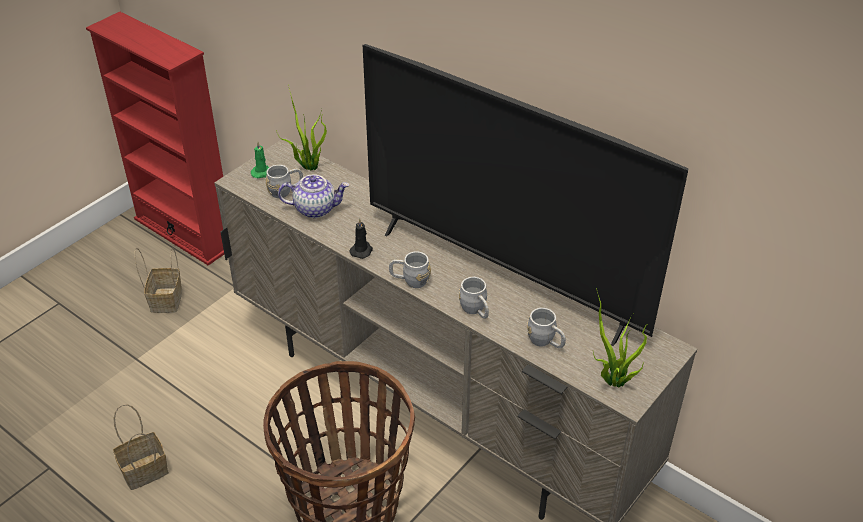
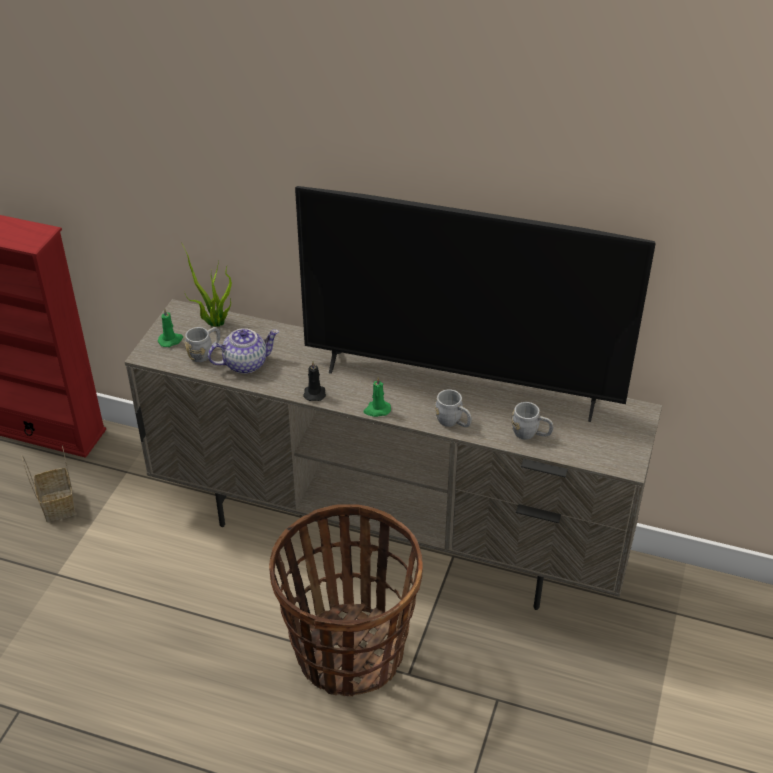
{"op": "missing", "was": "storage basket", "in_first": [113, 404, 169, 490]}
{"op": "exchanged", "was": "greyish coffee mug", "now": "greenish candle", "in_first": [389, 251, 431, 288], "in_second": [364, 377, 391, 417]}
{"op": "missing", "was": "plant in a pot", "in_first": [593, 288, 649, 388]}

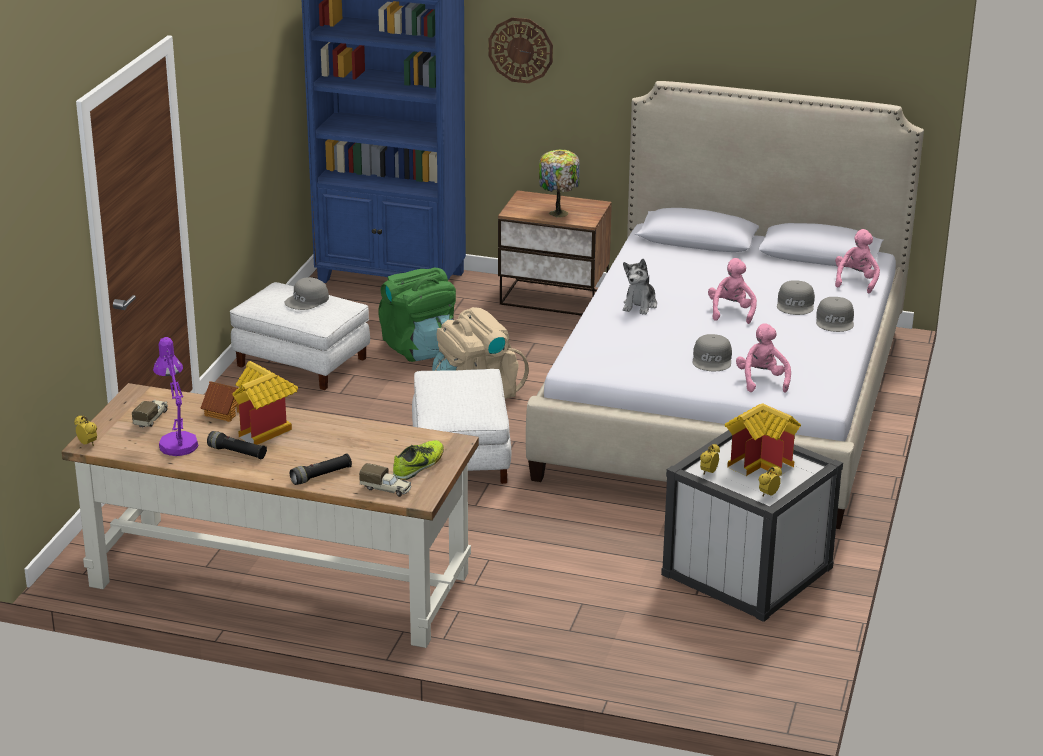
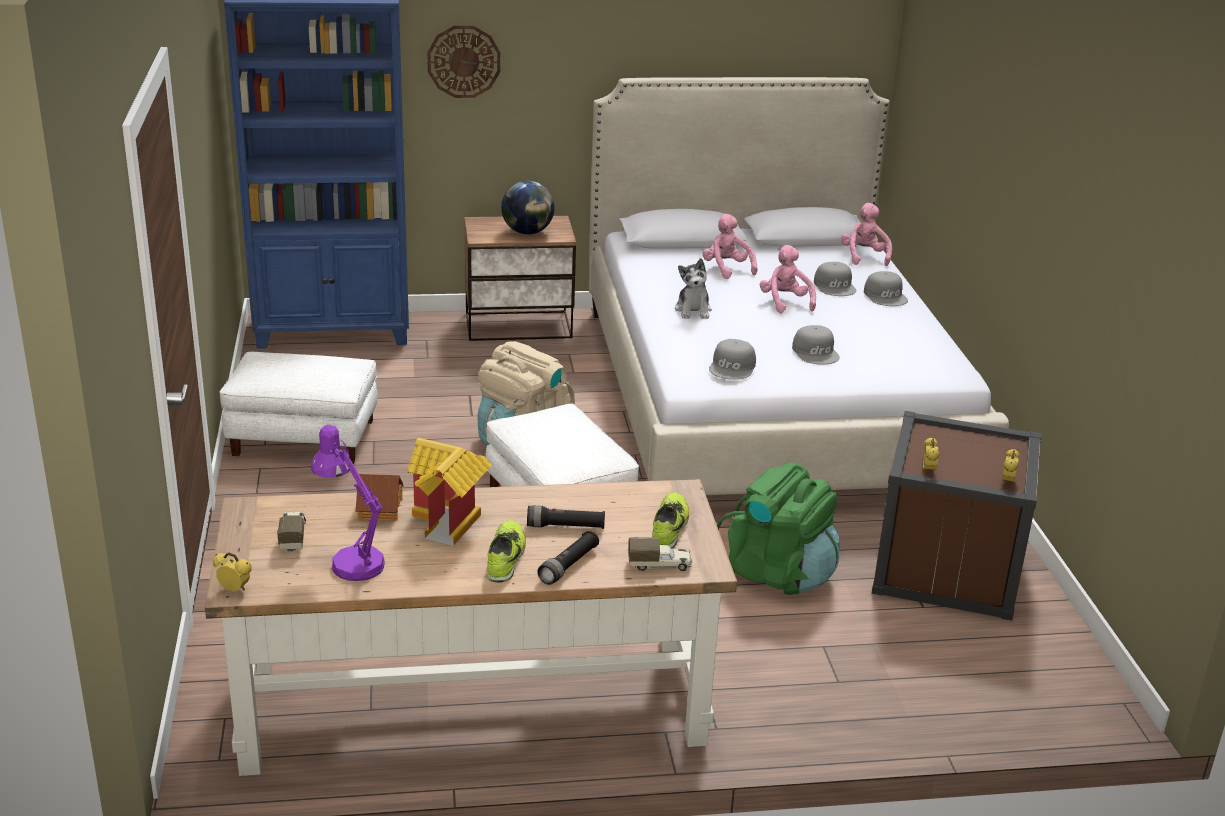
{"op": "relocated", "was": "black-coloured hand torch", "in_first": [207, 431, 267, 459], "in_second": [527, 505, 605, 529]}
{"op": "relocated", "was": "greyish cap", "in_first": [284, 277, 329, 310], "in_second": [709, 339, 756, 380]}
{"op": "relocated", "was": "greenish backpack", "in_first": [379, 268, 456, 362], "in_second": [717, 463, 840, 595]}
{"op": "exchanged", "was": "tabletop lamp", "now": "desk globe", "in_first": [539, 150, 580, 217], "in_second": [501, 181, 554, 234]}
{"op": "colour", "was": "white storage container", "now": "brownish storage container", "in_first": [661, 430, 843, 622], "in_second": [871, 411, 1041, 621]}
{"op": "missing", "was": "miniature house", "in_first": [725, 403, 801, 476]}
{"op": "relocated", "was": "pinkish plush toy", "in_first": [736, 323, 791, 393], "in_second": [702, 214, 757, 279]}
{"op": "appeared", "now": "item of footwear", "in_second": [486, 520, 526, 583]}

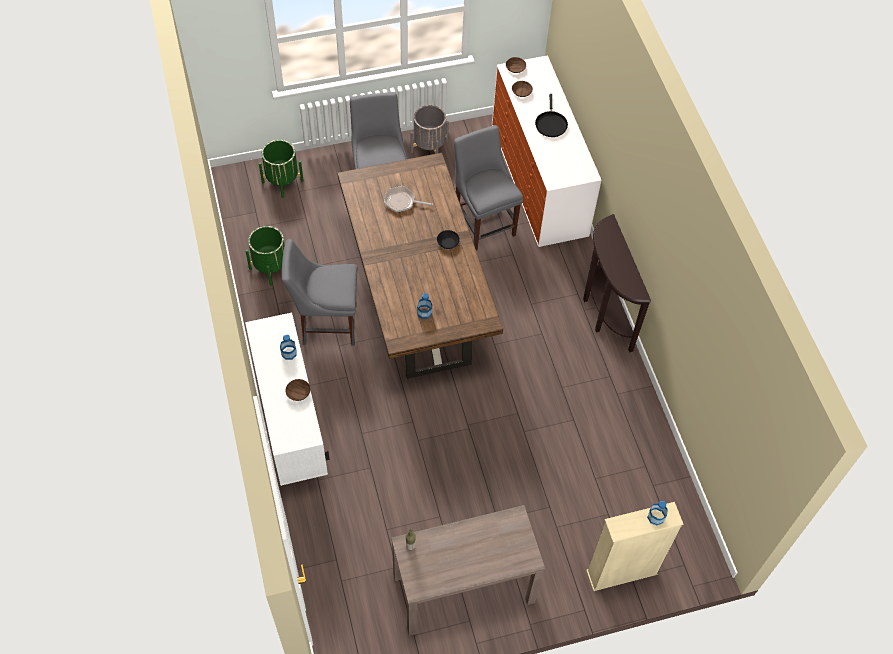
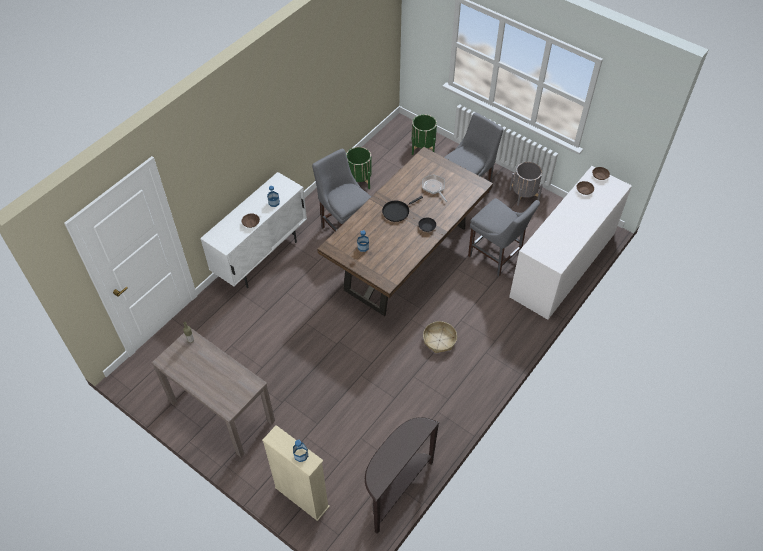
{"op": "spun", "was": "greyish upright chair", "in_first": [454, 125, 523, 250], "in_second": [468, 198, 540, 276], "clockwise": 105}
{"op": "relocated", "was": "black-coloured frying pan", "in_first": [535, 94, 568, 137], "in_second": [382, 196, 423, 222]}
{"op": "relocated", "was": "brownish console table", "in_first": [583, 214, 651, 352], "in_second": [365, 417, 440, 534]}
{"op": "appeared", "now": "storage basket", "in_second": [423, 321, 457, 353]}

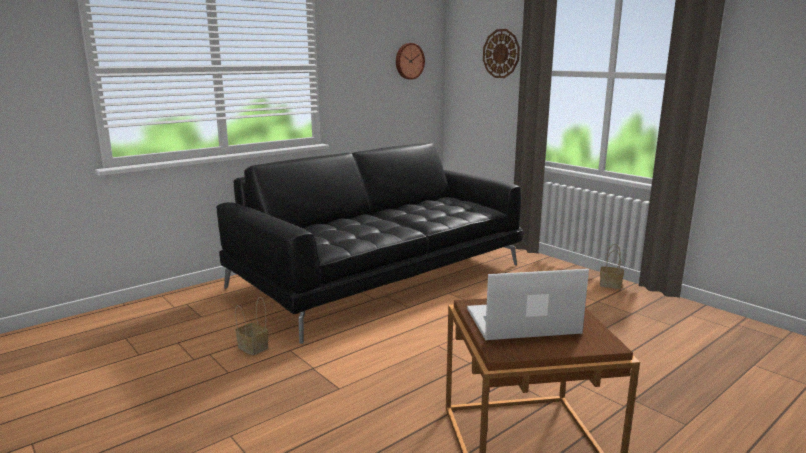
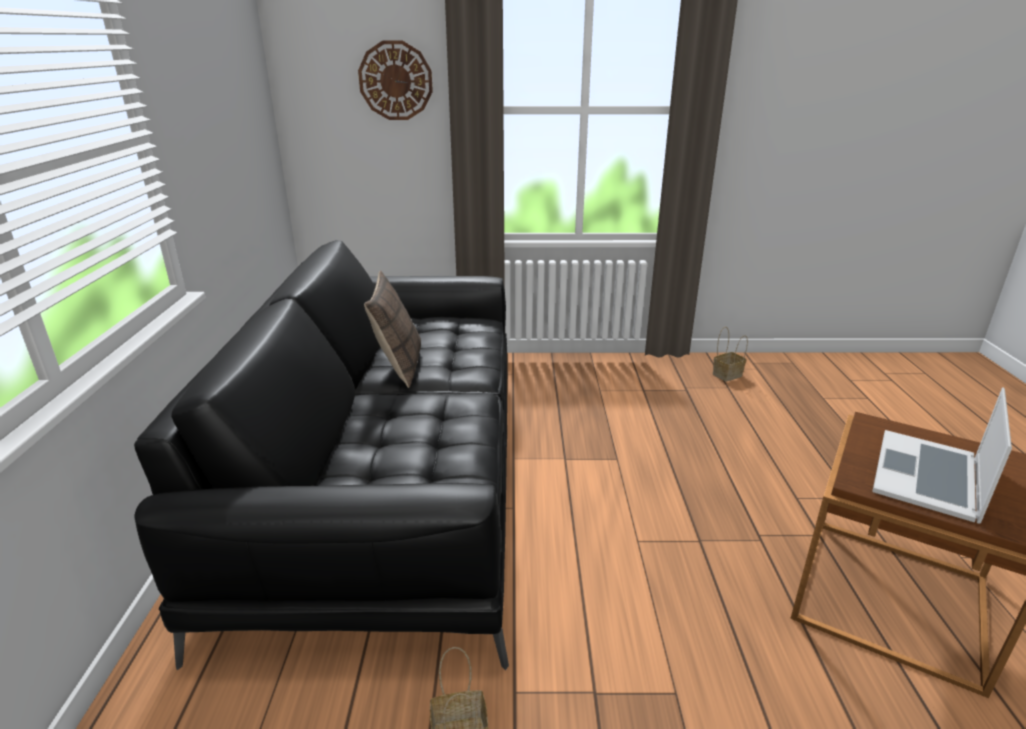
{"op": "missing", "was": "clock on the wall", "in_first": [396, 43, 425, 80]}
{"op": "relocated", "was": "storage basket", "in_first": [600, 244, 624, 289], "in_second": [713, 327, 748, 382]}
{"op": "appeared", "now": "pillow", "in_second": [364, 270, 421, 388]}

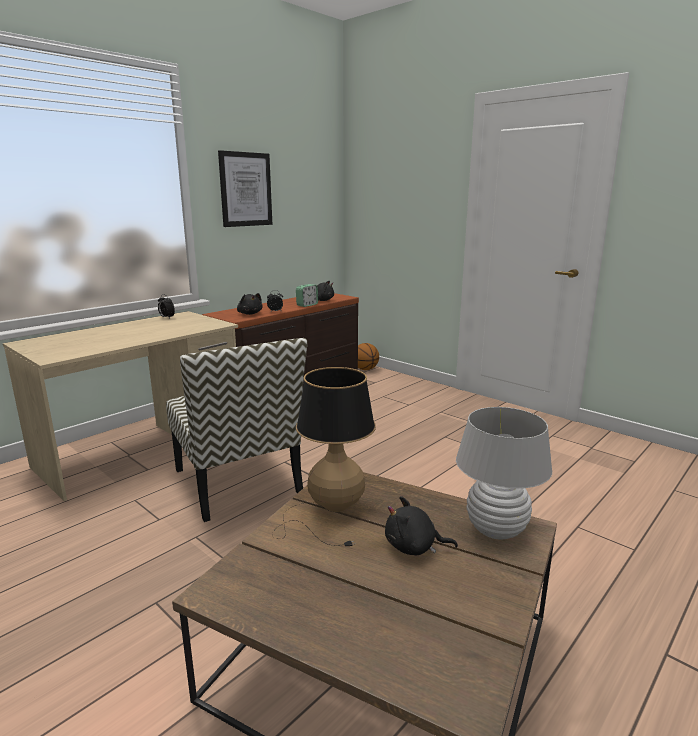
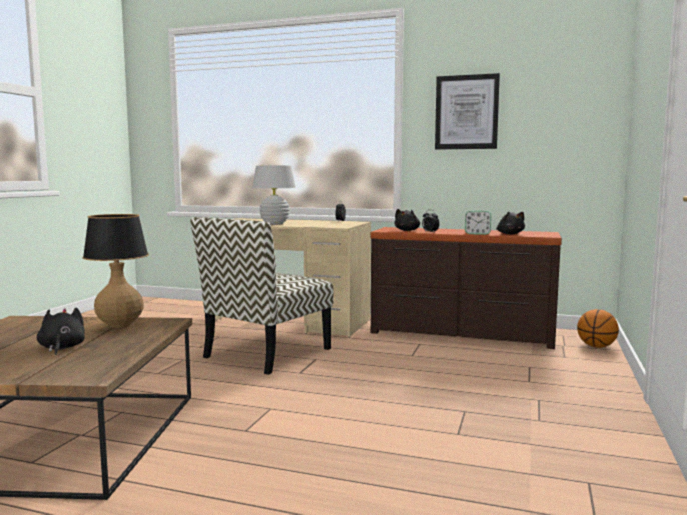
{"op": "relocated", "was": "white tabletop lamp", "in_first": [456, 407, 552, 540], "in_second": [252, 166, 296, 224]}

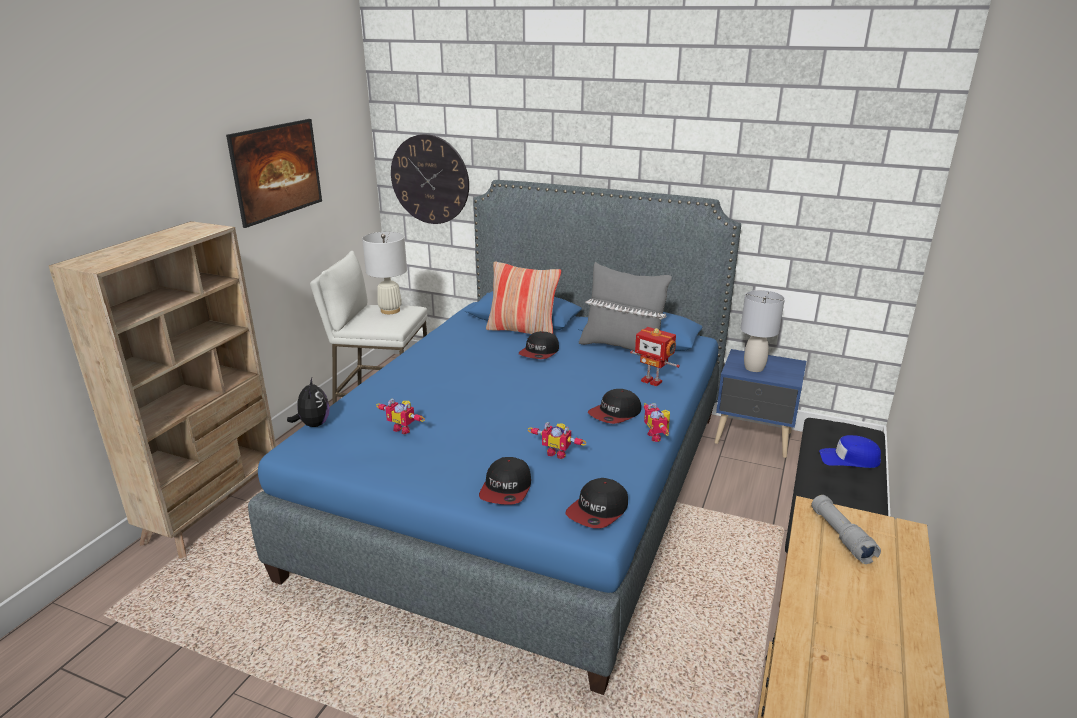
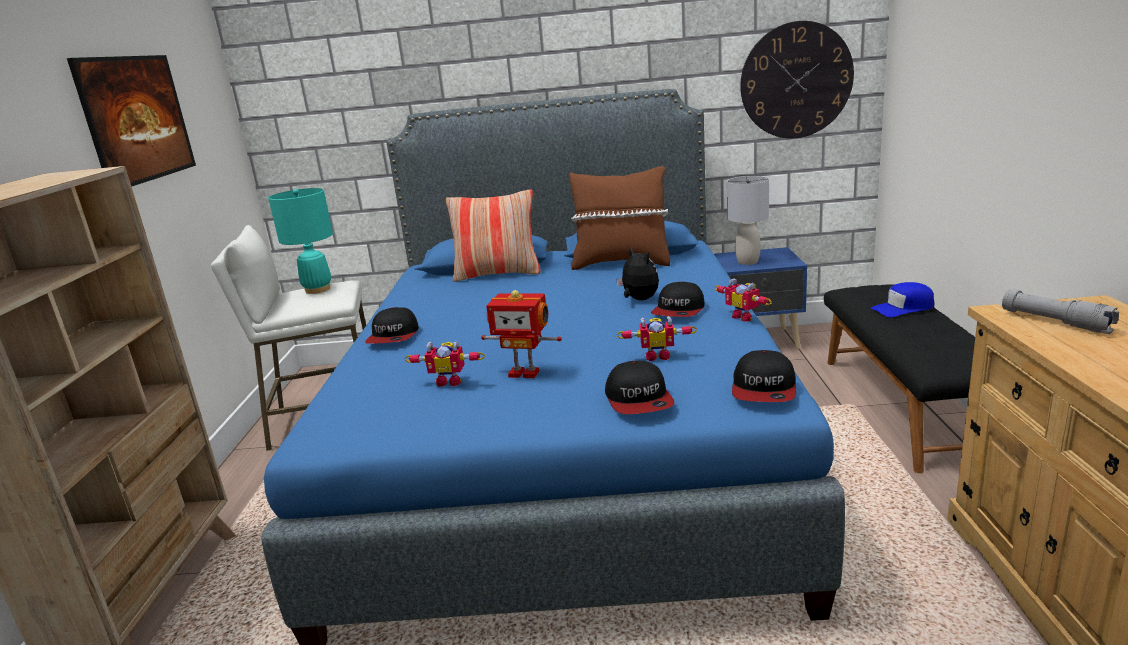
{"op": "relocated", "was": "plush toy", "in_first": [287, 378, 330, 427], "in_second": [616, 247, 659, 300]}
{"op": "colour", "was": "white tabletop lamp", "now": "blue-green tabletop lamp", "in_first": [362, 232, 407, 314], "in_second": [268, 188, 333, 294]}
{"op": "relocated", "was": "clock on the wall", "in_first": [391, 134, 469, 224], "in_second": [740, 21, 854, 138]}
{"op": "relocated", "was": "cap", "in_first": [519, 331, 559, 359], "in_second": [365, 307, 419, 344]}
{"op": "colour", "was": "greyish pillow", "now": "brownish pillow", "in_first": [579, 262, 672, 352], "in_second": [569, 166, 670, 270]}
{"op": "relocated", "was": "robot figure", "in_first": [630, 327, 680, 387], "in_second": [481, 290, 562, 378]}

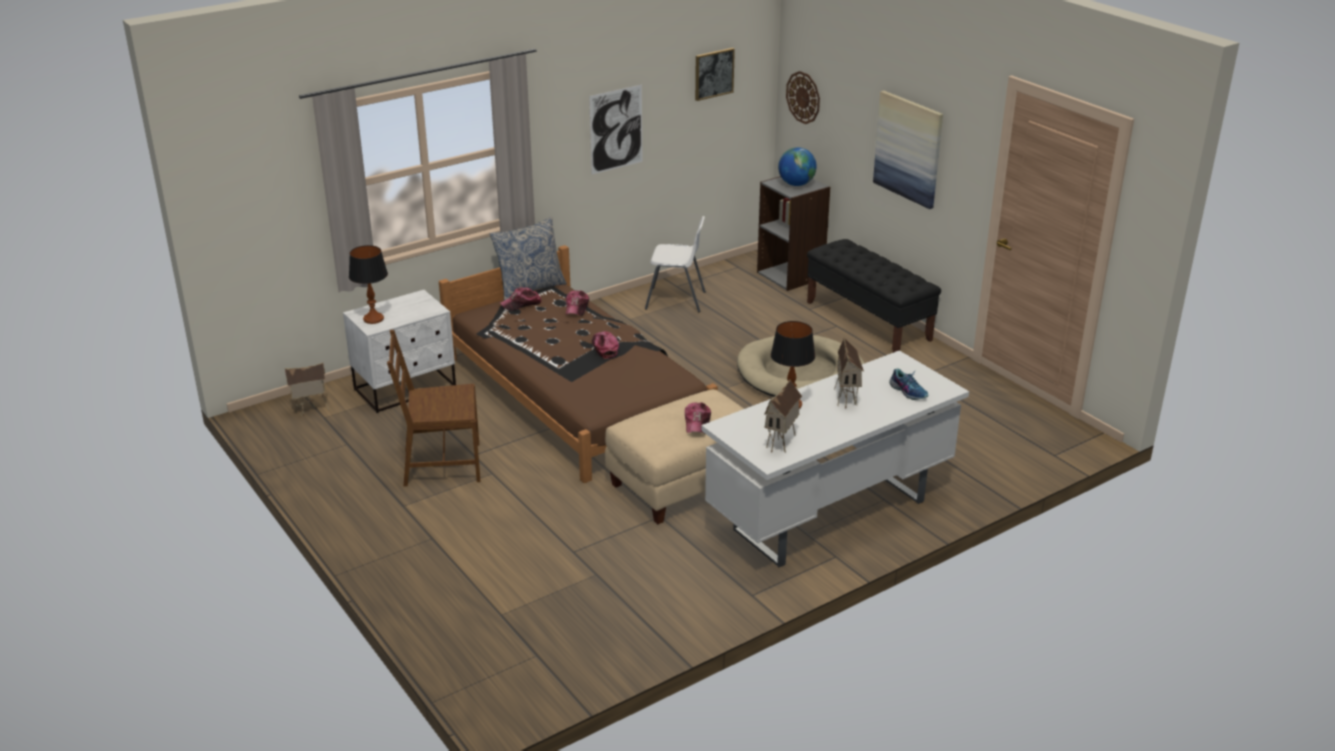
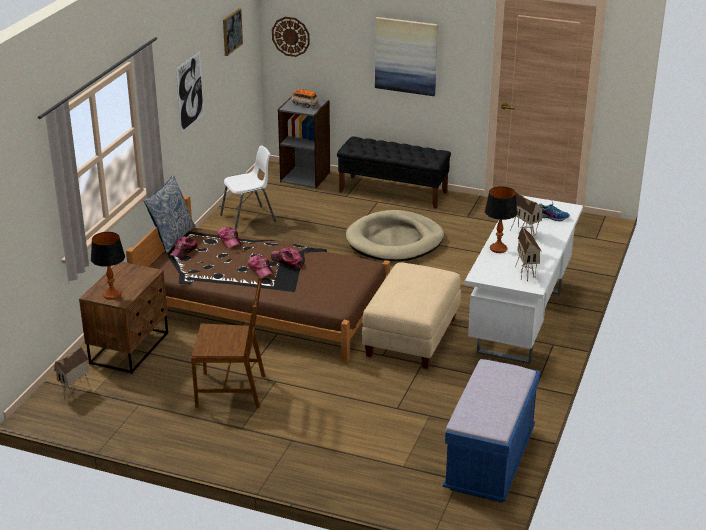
{"op": "colour", "was": "white bedside table", "now": "brownish bedside table", "in_first": [343, 290, 456, 413], "in_second": [79, 262, 168, 374]}
{"op": "spun", "was": "brownish upright chair", "in_first": [387, 330, 480, 487], "in_second": [191, 277, 265, 408], "clockwise": -135}
{"op": "relocated", "was": "cap", "in_first": [685, 402, 711, 433], "in_second": [248, 255, 274, 277]}
{"op": "exchanged", "was": "desk globe", "now": "miniature car", "in_first": [778, 147, 817, 186], "in_second": [291, 88, 319, 108]}
{"op": "appeared", "now": "blue long seat", "in_second": [443, 359, 540, 503]}

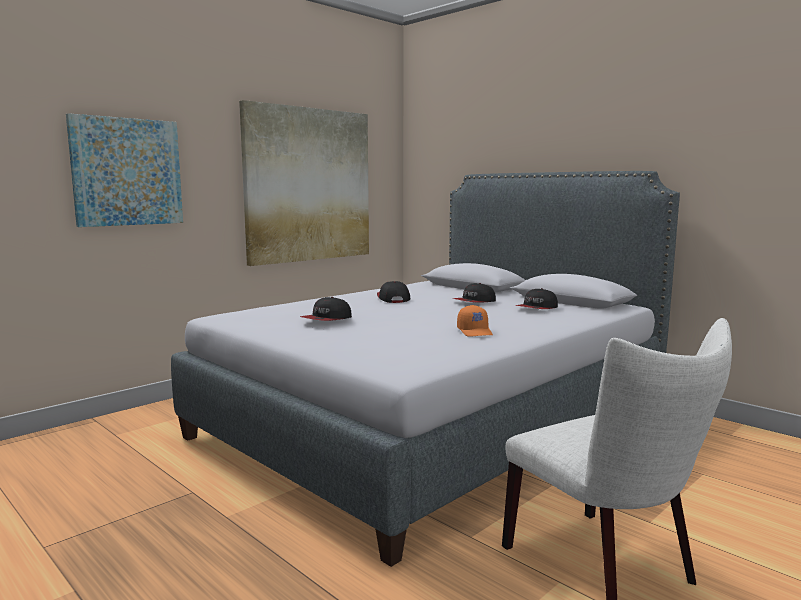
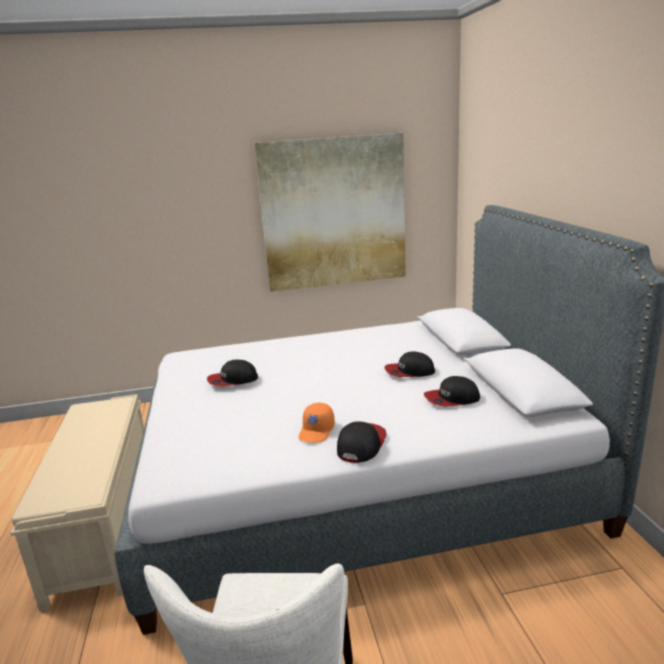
{"op": "missing", "was": "wall picture", "in_first": [66, 113, 183, 227]}
{"op": "relocated", "was": "cap", "in_first": [377, 281, 410, 303], "in_second": [337, 421, 386, 463]}
{"op": "appeared", "now": "beige long seat", "in_second": [10, 394, 144, 611]}

